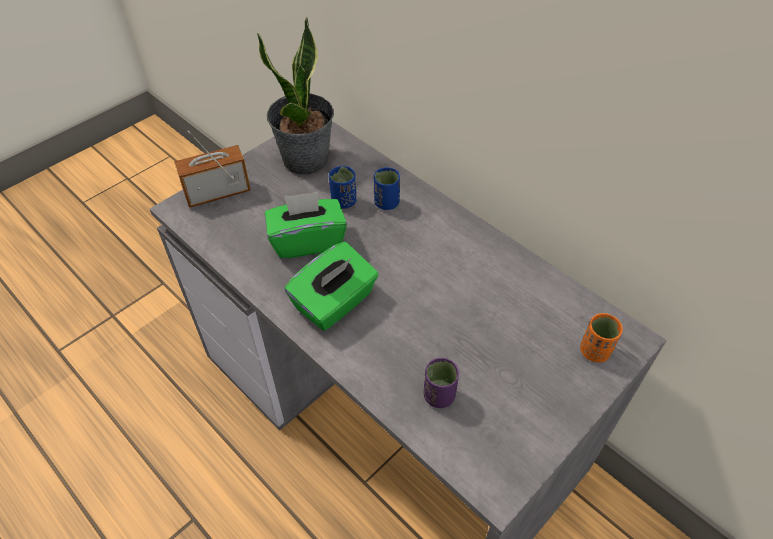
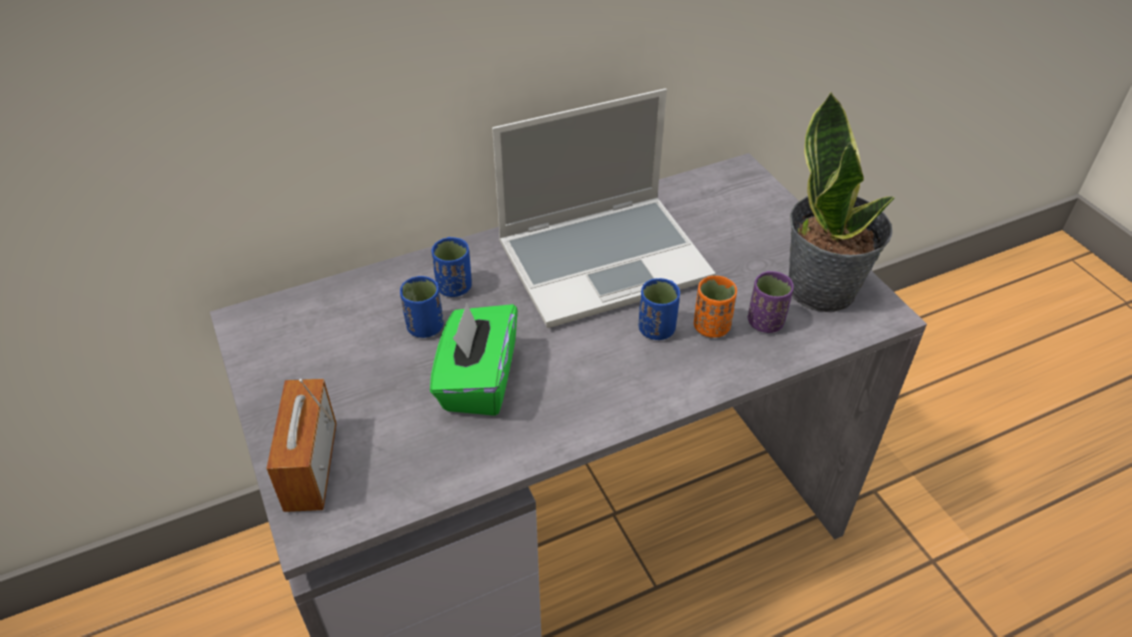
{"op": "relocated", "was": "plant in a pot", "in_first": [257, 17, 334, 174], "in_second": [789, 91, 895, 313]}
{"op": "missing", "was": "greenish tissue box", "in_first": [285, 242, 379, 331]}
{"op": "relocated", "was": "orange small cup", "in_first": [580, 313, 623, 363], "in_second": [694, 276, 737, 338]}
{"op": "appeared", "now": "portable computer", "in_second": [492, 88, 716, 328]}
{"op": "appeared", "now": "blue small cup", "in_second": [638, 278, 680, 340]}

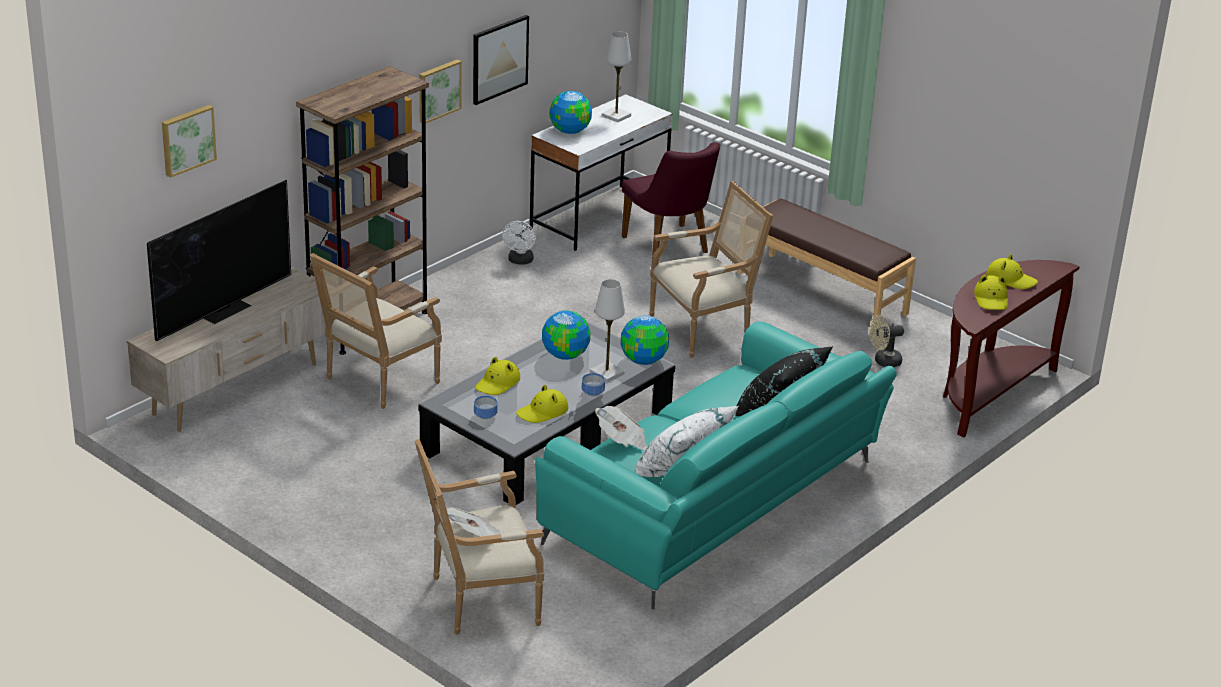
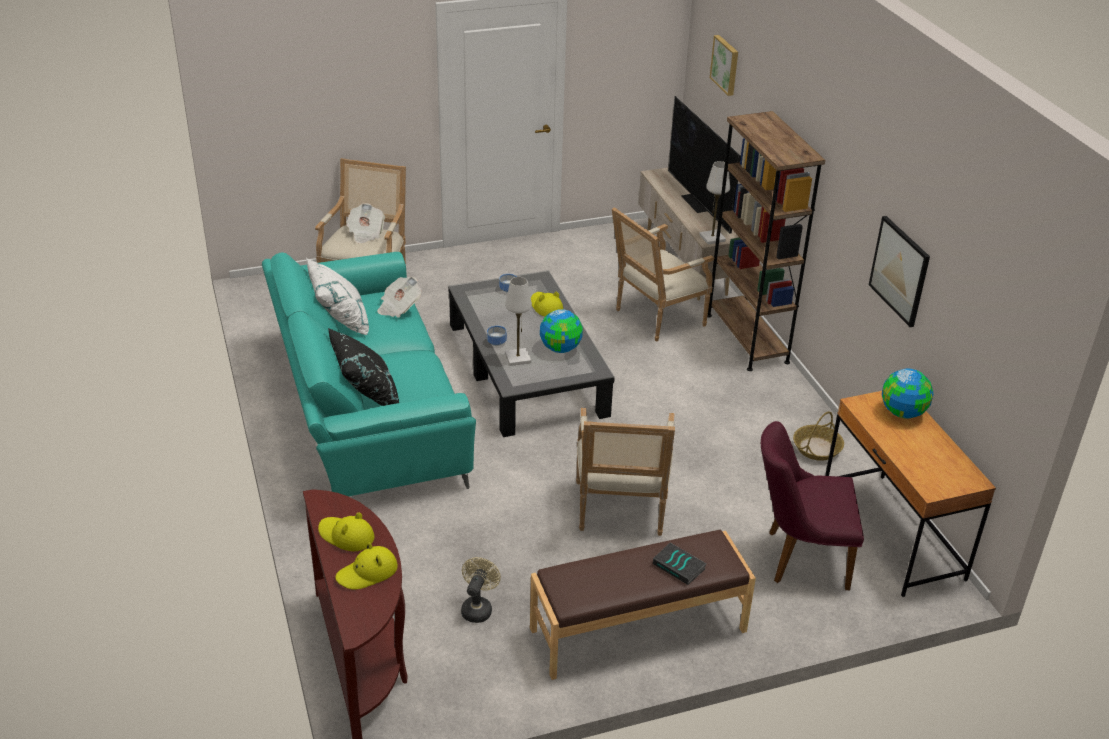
{"op": "spun", "was": "armchair", "in_first": [310, 253, 442, 409], "in_second": [612, 207, 714, 342], "clockwise": -105}
{"op": "missing", "was": "wall picture", "in_first": [419, 60, 462, 123]}
{"op": "exchanged", "was": "white electric fan", "now": "storage basket", "in_first": [503, 221, 536, 264], "in_second": [793, 411, 844, 461]}
{"op": "missing", "was": "yellow-coloured clothing hat", "in_first": [516, 385, 568, 423]}
{"op": "colour", "was": "white desk table", "now": "brownish desk table", "in_first": [530, 94, 672, 251], "in_second": [825, 391, 996, 597]}
{"op": "relocated", "was": "white tabletop lamp", "in_first": [602, 32, 631, 123], "in_second": [699, 161, 730, 245]}
{"op": "missing", "was": "desk globe", "in_first": [621, 316, 669, 365]}
{"op": "appeared", "now": "book", "in_second": [653, 542, 707, 585]}

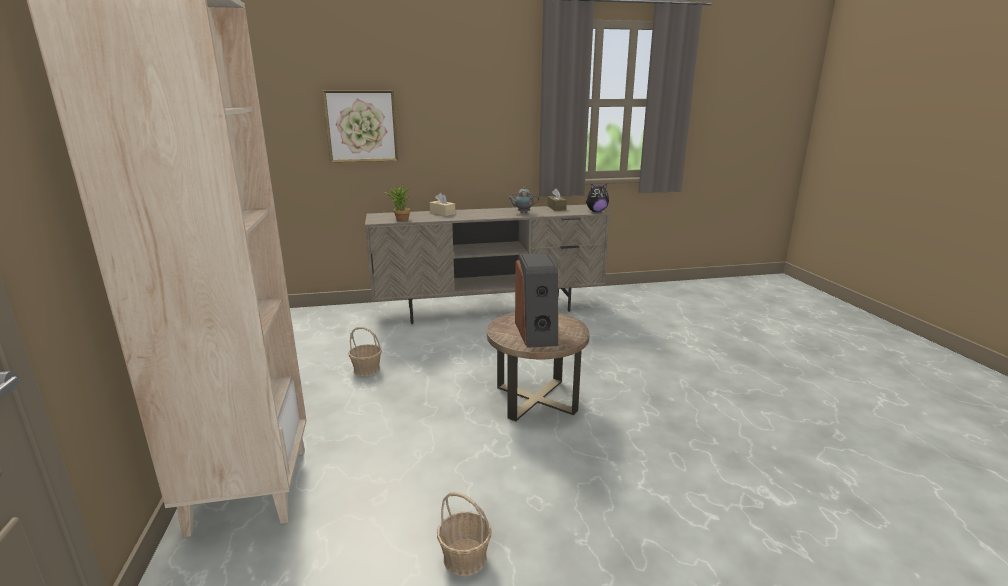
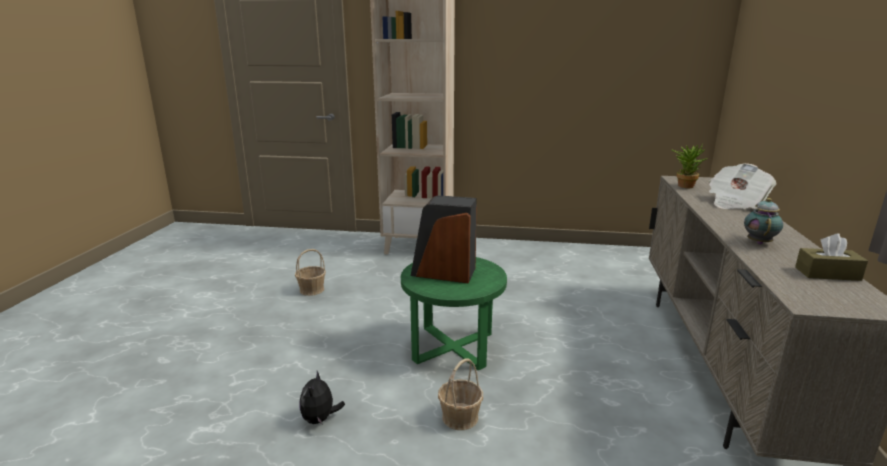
{"op": "missing", "was": "wall picture", "in_first": [322, 90, 398, 162]}
{"op": "relocated", "was": "storage basket", "in_first": [349, 327, 382, 376], "in_second": [438, 358, 483, 430]}
{"op": "exchanged", "was": "beige tissue box", "now": "daily paper", "in_first": [430, 193, 456, 216], "in_second": [709, 163, 776, 209]}
{"op": "colour", "was": "brownish accent table", "now": "greenish accent table", "in_first": [487, 312, 590, 421], "in_second": [401, 257, 507, 370]}
{"op": "relocated", "was": "plush toy", "in_first": [586, 183, 609, 212], "in_second": [299, 371, 345, 424]}

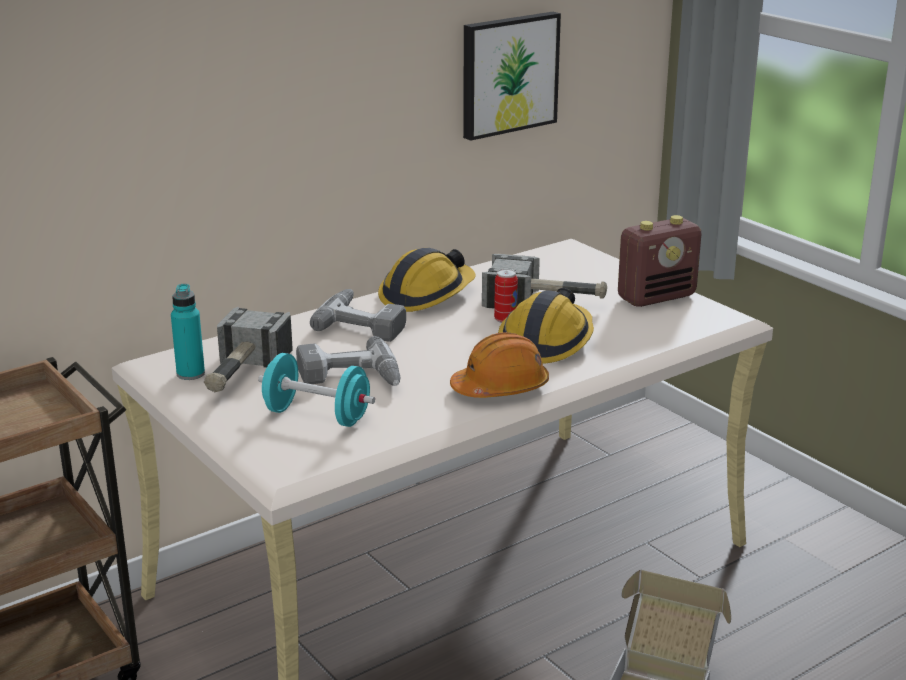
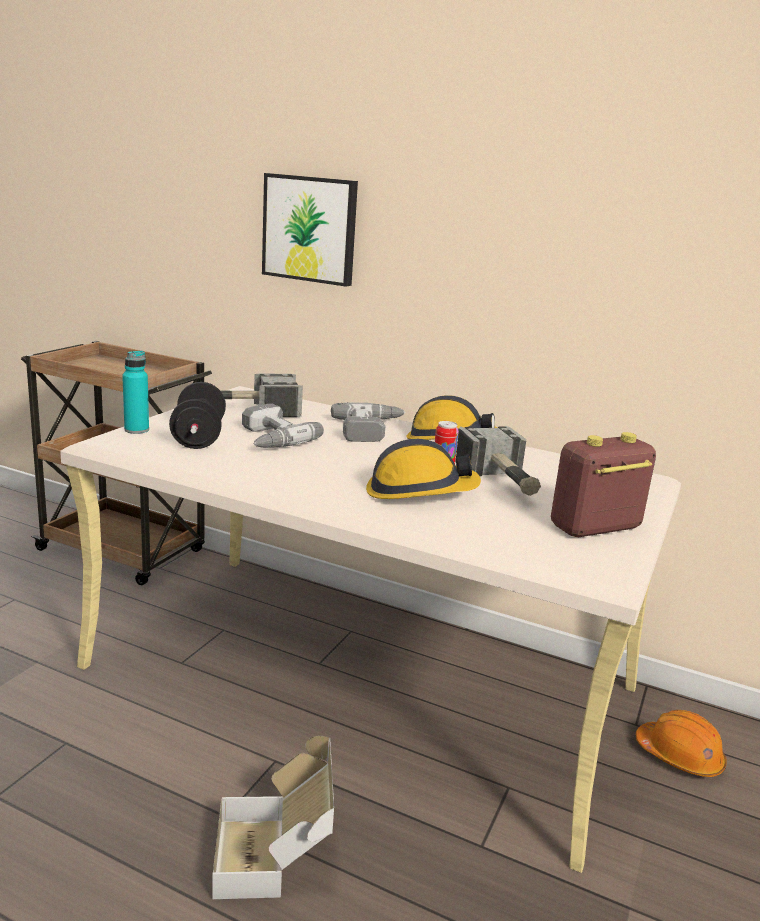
{"op": "relocated", "was": "blue-green beverage bottle", "in_first": [171, 284, 205, 380], "in_second": [122, 351, 149, 434]}
{"op": "colour", "was": "blue-green hand weight", "now": "black-coloured hand weight", "in_first": [258, 353, 375, 427], "in_second": [169, 382, 226, 449]}
{"op": "relocated", "was": "orange work helmet", "in_first": [450, 332, 549, 398], "in_second": [636, 710, 727, 777]}
{"op": "relocated", "was": "wall picture", "in_first": [463, 12, 561, 141], "in_second": [262, 173, 358, 287]}
{"op": "spun", "was": "radio", "in_first": [618, 215, 702, 307], "in_second": [551, 432, 656, 537], "clockwise": 120}

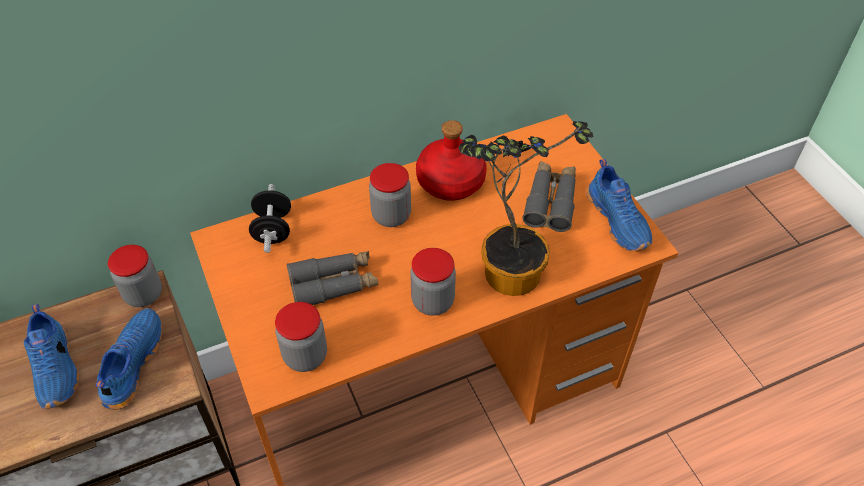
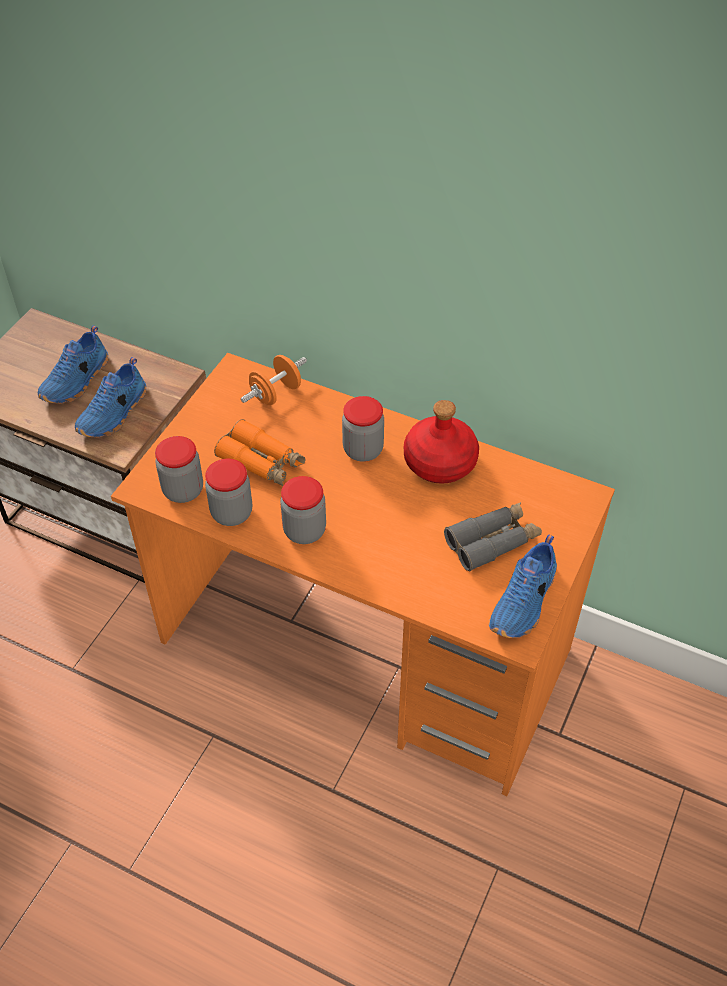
{"op": "spun", "was": "blue item of footwear", "in_first": [96, 308, 162, 410], "in_second": [75, 357, 147, 438], "clockwise": 150}
{"op": "relocated", "was": "preserve jar", "in_first": [108, 245, 162, 307], "in_second": [205, 459, 252, 526]}
{"op": "colour", "was": "black-coloured hand weight", "now": "orange hand weight", "in_first": [249, 184, 291, 253], "in_second": [241, 355, 307, 405]}
{"op": "colour", "was": "greyish field glasses", "now": "orange field glasses", "in_first": [287, 251, 378, 305], "in_second": [214, 419, 305, 486]}
{"op": "missing", "was": "plant in a pot", "in_first": [459, 121, 594, 296]}

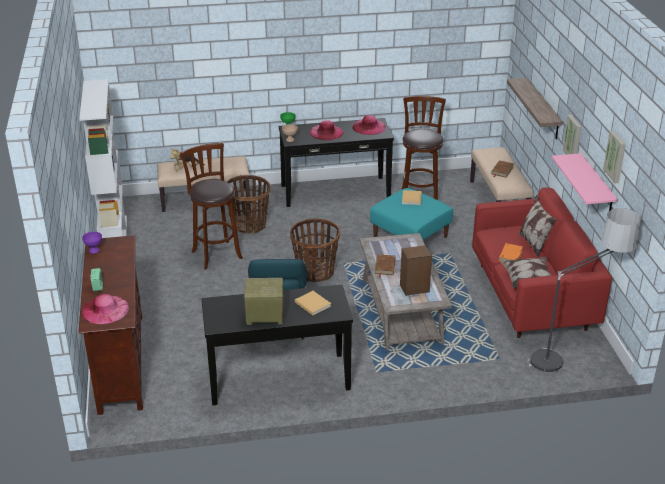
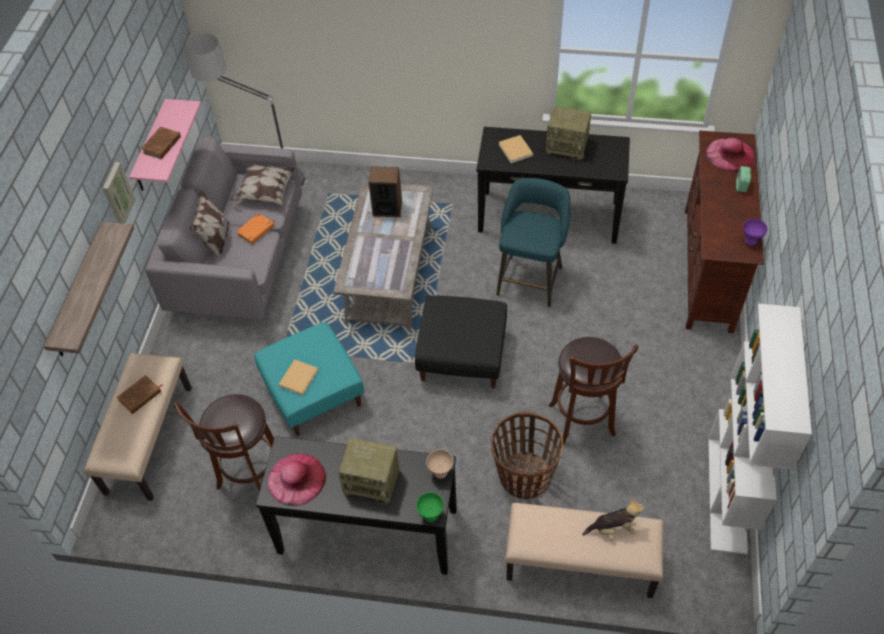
{"op": "exchanged", "was": "storage basket", "now": "black-coloured footrest", "in_first": [290, 219, 340, 282], "in_second": [415, 295, 507, 389]}
{"op": "exchanged", "was": "pinkish clothing hat", "now": "radio", "in_first": [309, 120, 343, 140], "in_second": [338, 438, 399, 505]}
{"op": "relocated", "was": "brownish book", "in_first": [375, 255, 396, 277], "in_second": [141, 127, 181, 159]}
{"op": "colour", "was": "red sofa", "now": "greyish sofa", "in_first": [472, 187, 612, 338], "in_second": [145, 136, 302, 319]}
{"op": "missing", "was": "wall picture", "in_first": [603, 130, 626, 184]}

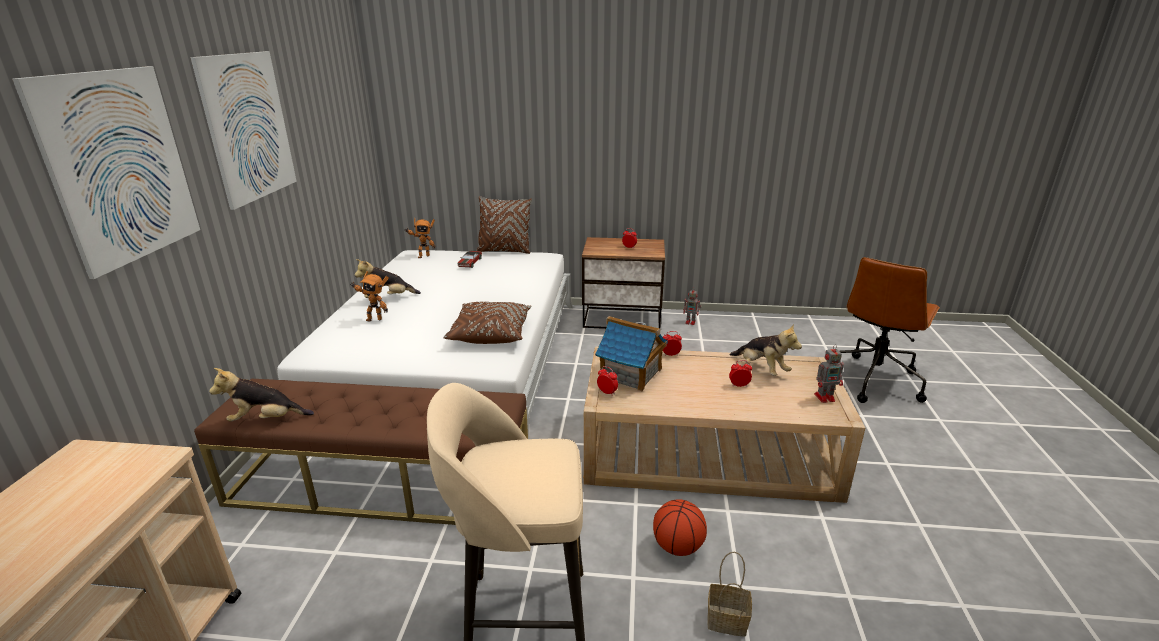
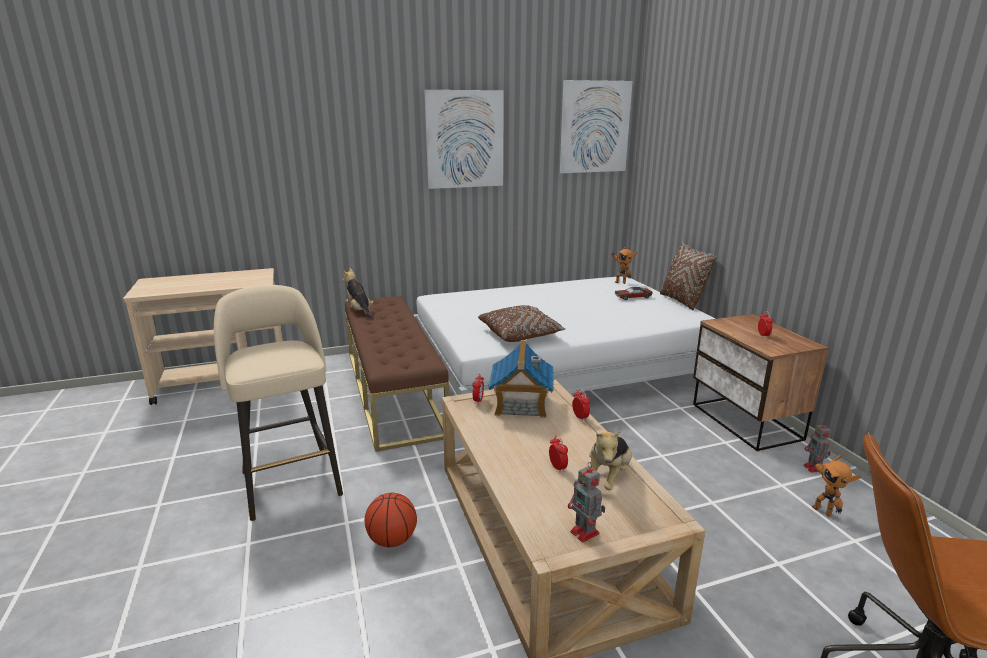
{"op": "relocated", "was": "wall picture", "in_first": [12, 66, 200, 279], "in_second": [560, 80, 633, 173]}
{"op": "relocated", "was": "robot figure", "in_first": [350, 271, 389, 322], "in_second": [812, 455, 861, 516]}
{"op": "missing", "was": "plush toy", "in_first": [355, 259, 421, 298]}
{"op": "missing", "was": "storage basket", "in_first": [707, 552, 752, 637]}

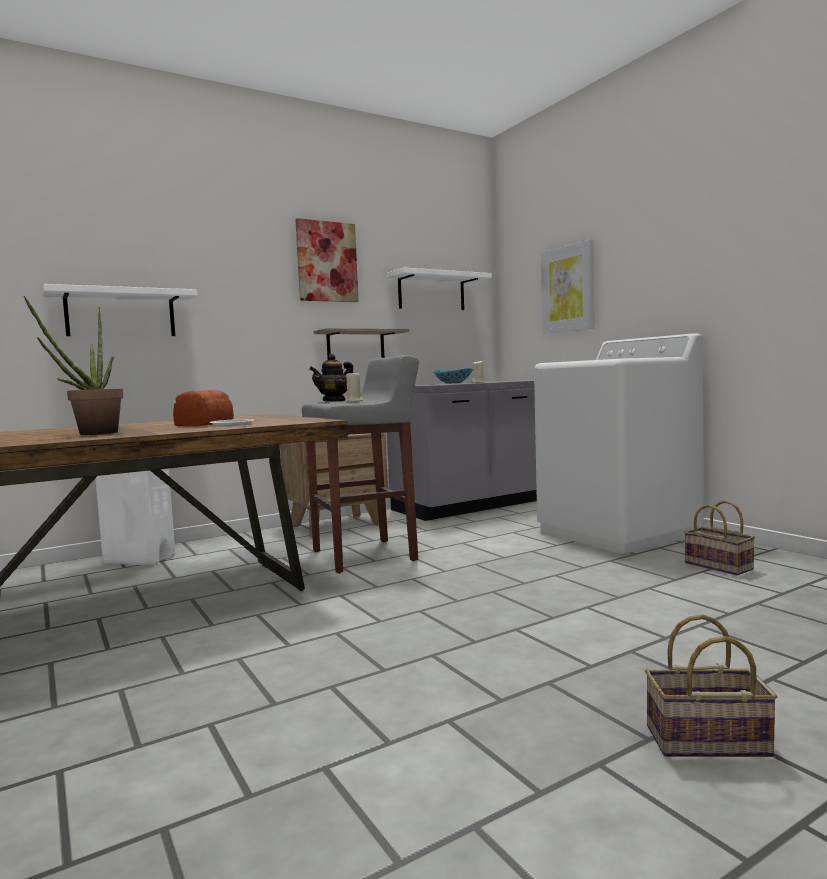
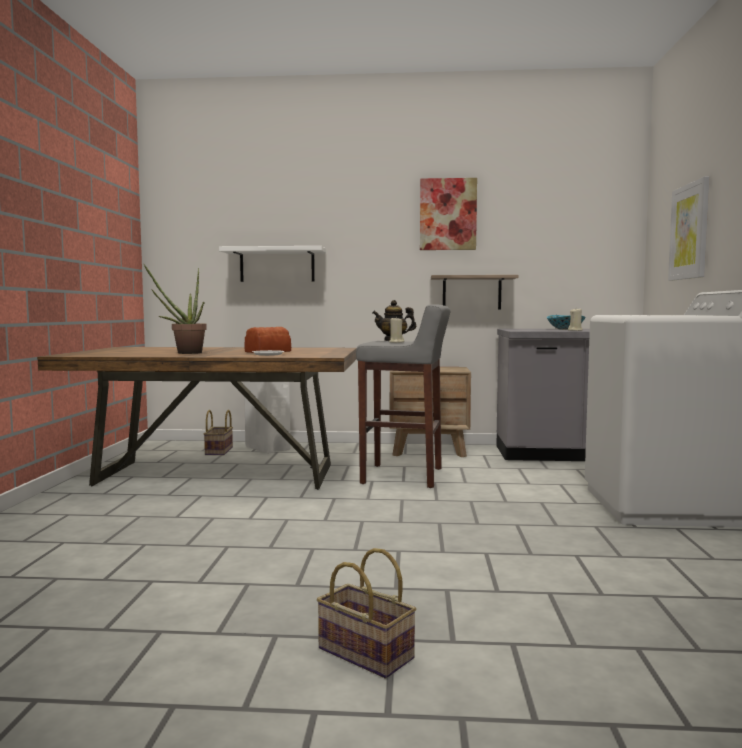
{"op": "missing", "was": "white wall shelf", "in_first": [386, 267, 492, 310]}
{"op": "relocated", "was": "storage basket", "in_first": [684, 500, 755, 576], "in_second": [204, 410, 233, 455]}

